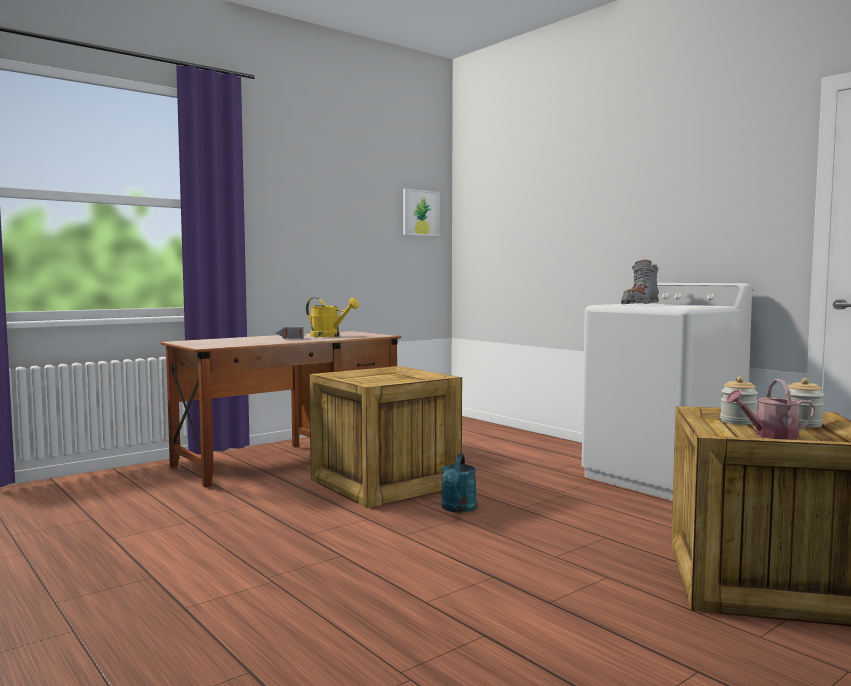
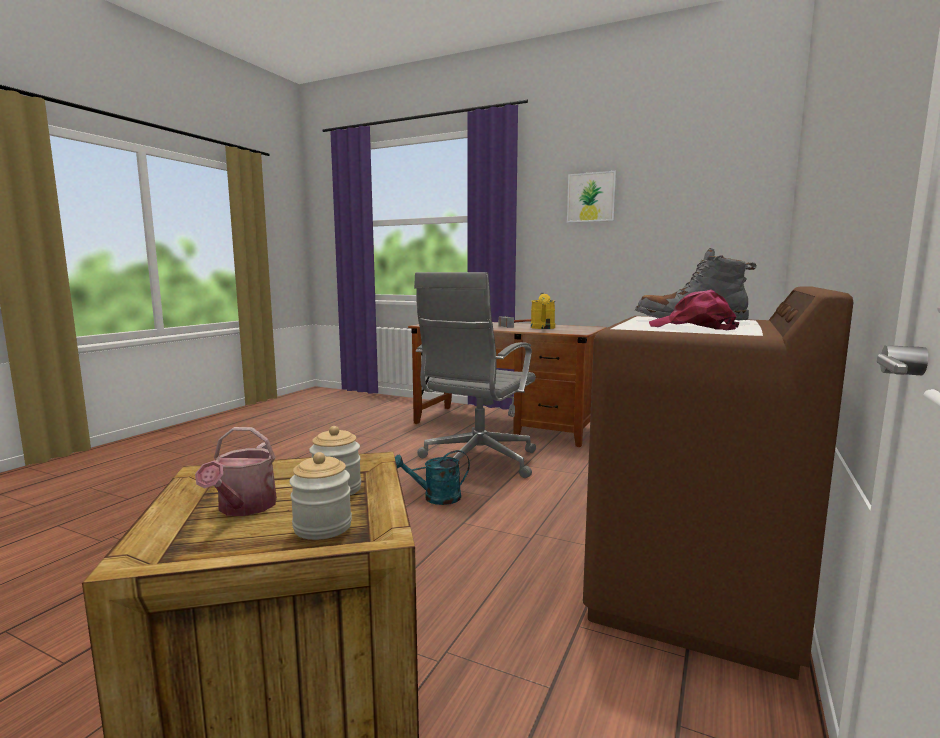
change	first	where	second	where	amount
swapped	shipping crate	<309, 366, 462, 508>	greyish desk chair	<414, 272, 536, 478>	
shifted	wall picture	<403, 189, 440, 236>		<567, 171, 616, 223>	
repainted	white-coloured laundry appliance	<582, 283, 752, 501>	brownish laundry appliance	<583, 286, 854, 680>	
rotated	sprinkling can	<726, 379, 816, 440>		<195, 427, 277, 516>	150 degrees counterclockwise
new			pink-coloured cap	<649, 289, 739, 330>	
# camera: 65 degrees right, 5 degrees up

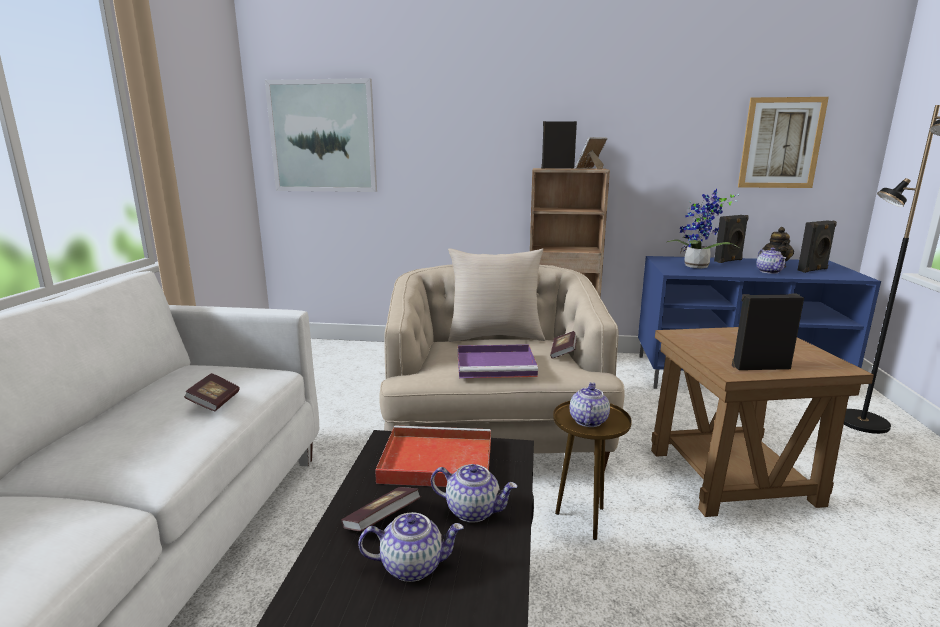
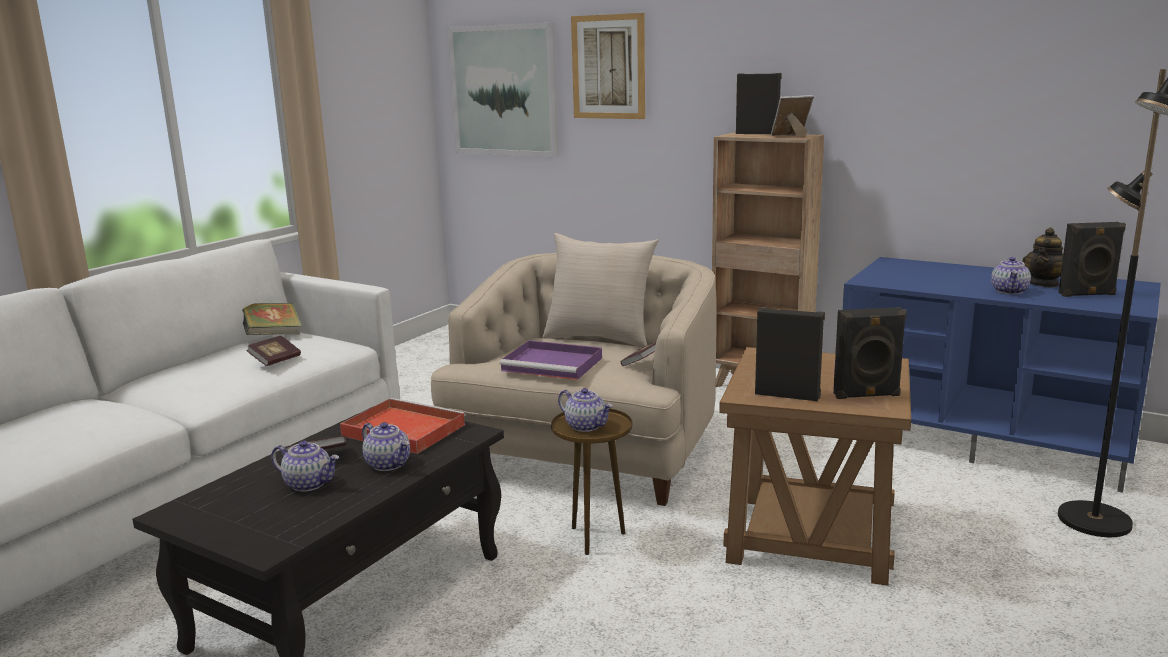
change	first	where	second	where	amount
rotated	pot for tea	<570, 382, 610, 427>		<558, 388, 613, 432>	90 degrees clockwise
gone	plant in a pot	<667, 189, 741, 268>			
shifted	black loudspeaker	<714, 215, 748, 263>		<833, 307, 907, 399>	
shifted	wall picture	<738, 97, 829, 188>		<571, 13, 645, 119>	
new			volume	<242, 303, 302, 335>	
# camera: 25 degrees right, 0 degrees up

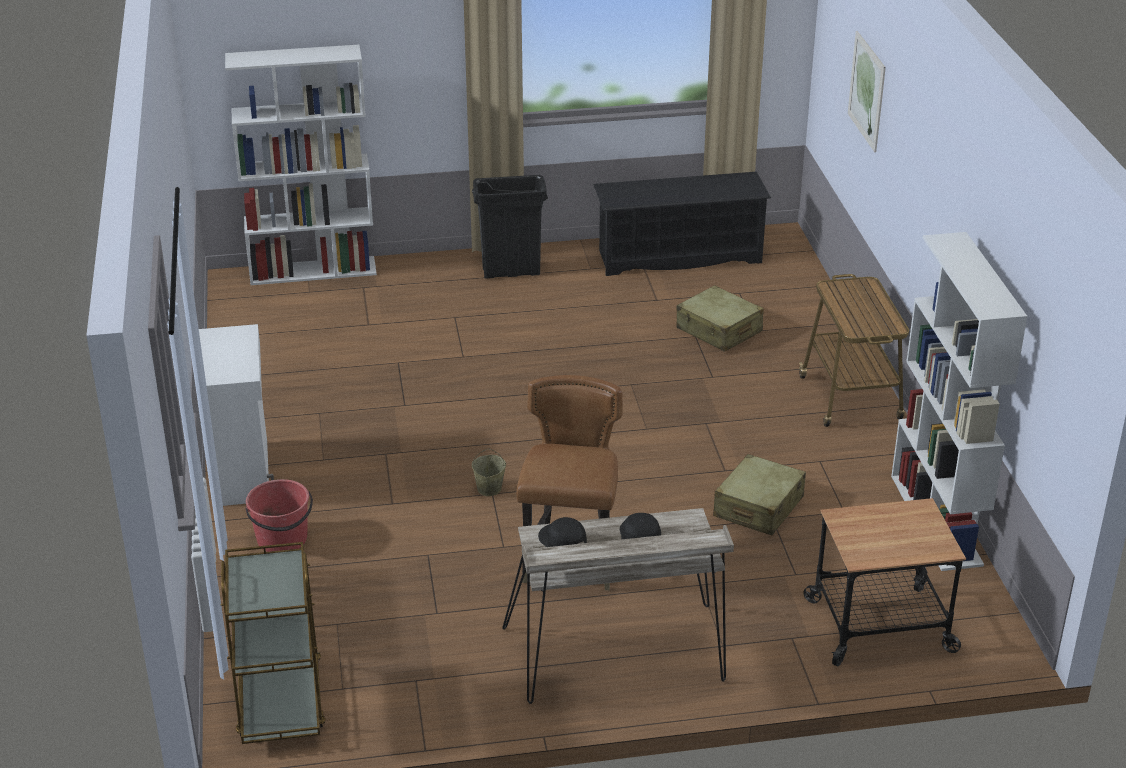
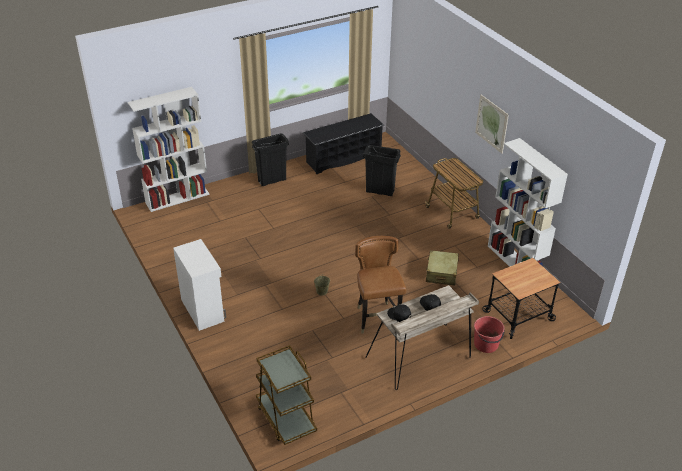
change	first	where	second	where	amount
shifted	reddish water bucket	<245, 479, 313, 552>		<474, 316, 504, 353>	
swapped	beige-coloured piece of luggage	<676, 285, 764, 352>	black waste bin	<363, 145, 401, 196>	
shifted	wall picture	<848, 31, 886, 152>		<475, 95, 509, 154>	
# camera: 20 degrees left, 5 degrees up

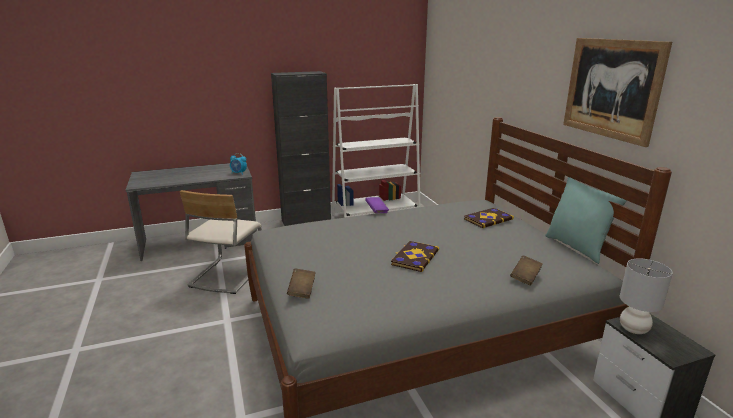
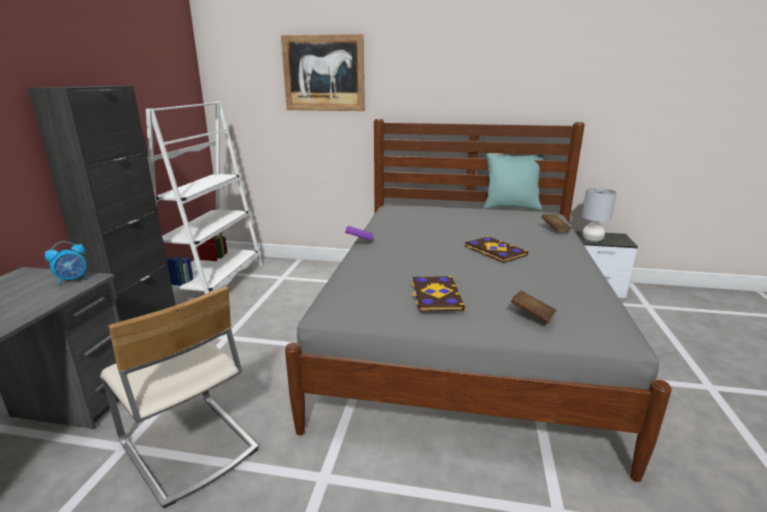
change	first	where	second	where	amount
shifted	volume	<464, 208, 514, 228>		<409, 276, 466, 312>	
shifted	wall picture	<563, 38, 672, 147>		<281, 34, 365, 111>	
# camera: 60 degrees left, 0 degrees up

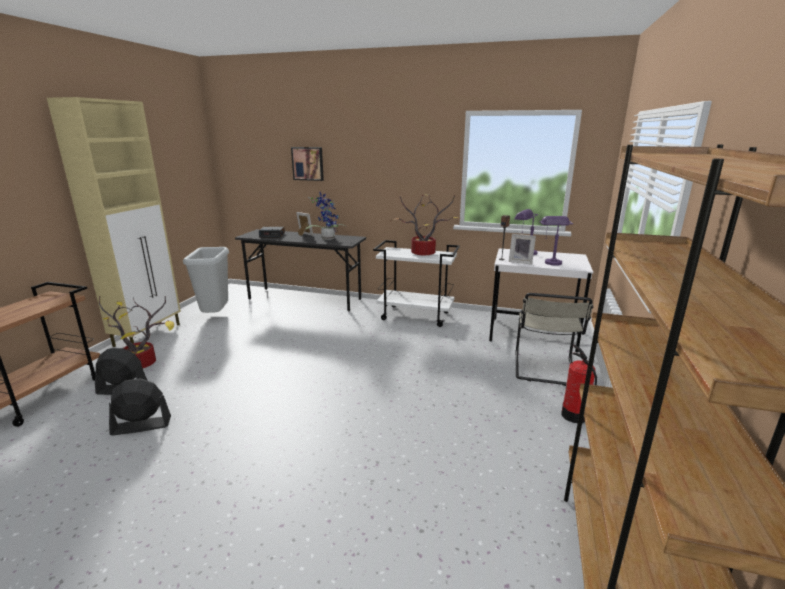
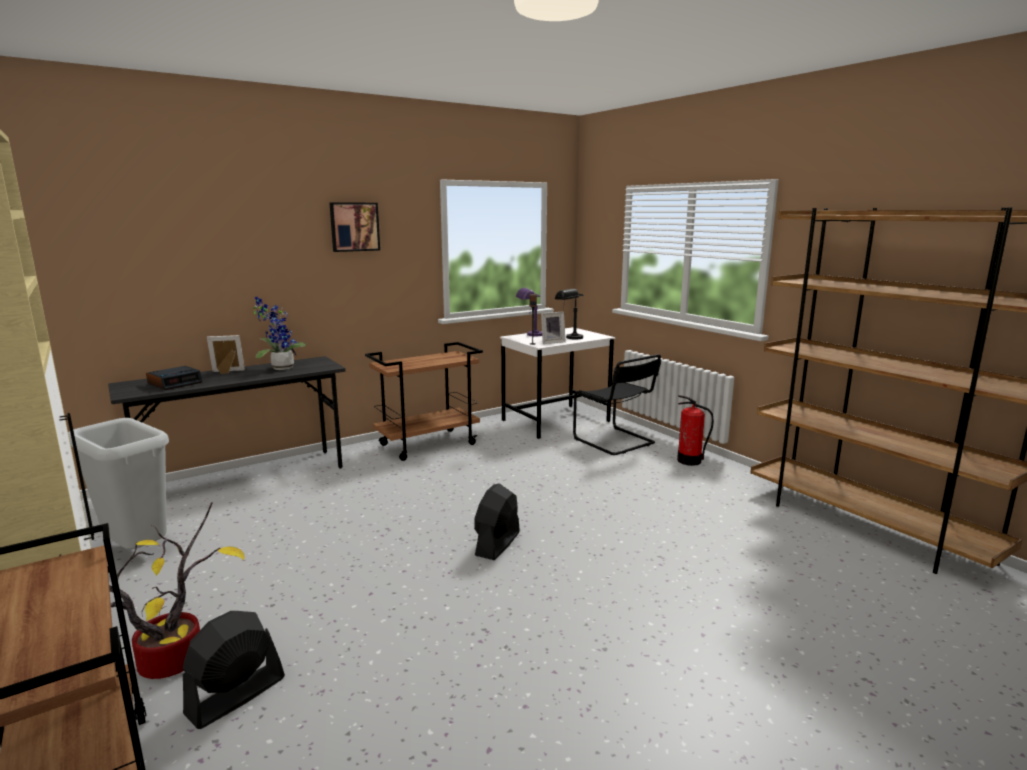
change	first	where	second	where	amount
shifted	black cooling fan	<109, 378, 171, 435>		<474, 483, 520, 560>	
shifted	wall picture	<291, 147, 324, 181>		<329, 202, 380, 252>	
repainted	white-coloured wheeled cart	<373, 240, 460, 327>	brownish wheeled cart	<365, 342, 483, 461>	
gone	plant in a pot	<390, 195, 460, 255>			
repainted	beige-coloured plain chair	<515, 293, 593, 386>	black plain chair	<573, 354, 661, 455>	
repainted	purple-coloured lamp for a table	<540, 216, 573, 266>	black lamp for a table	<555, 289, 584, 339>	
# camera: 50 degrees left, 5 degrees down

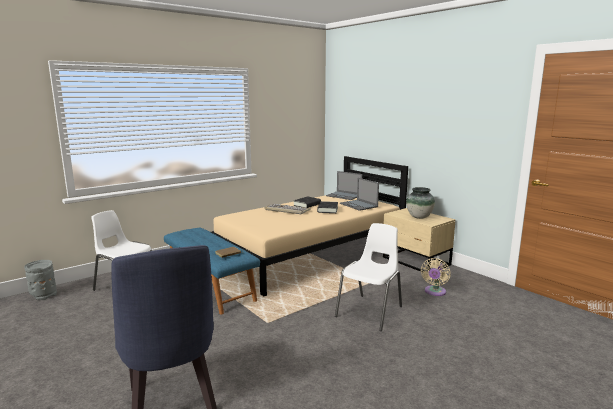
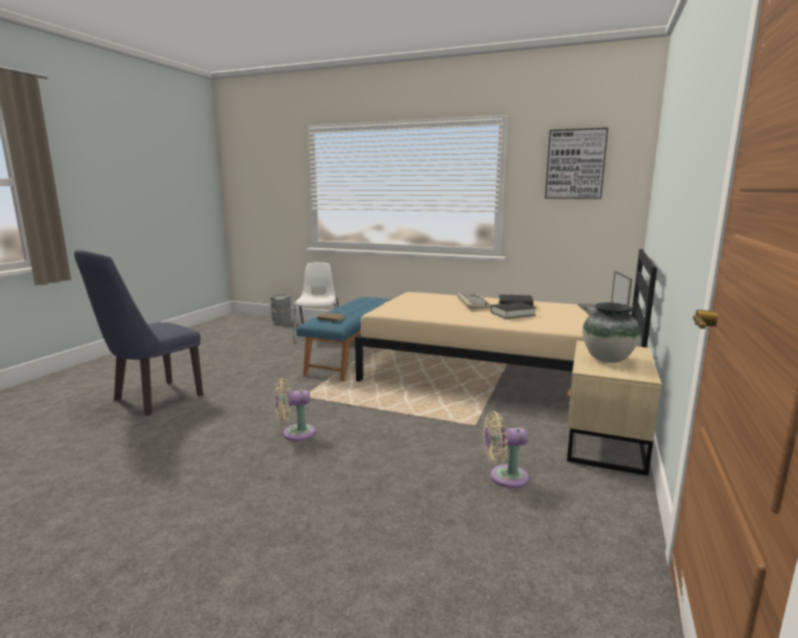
change	first	where	second	where	amount
gone	white-coloured plain chair	<335, 223, 402, 331>			
gone	notebook computer	<340, 178, 379, 211>			
new			beige-coloured cooling fan	<275, 377, 315, 441>	
new			wall picture	<545, 128, 608, 199>	
# camera: 60 degrees right, 0 degrees up

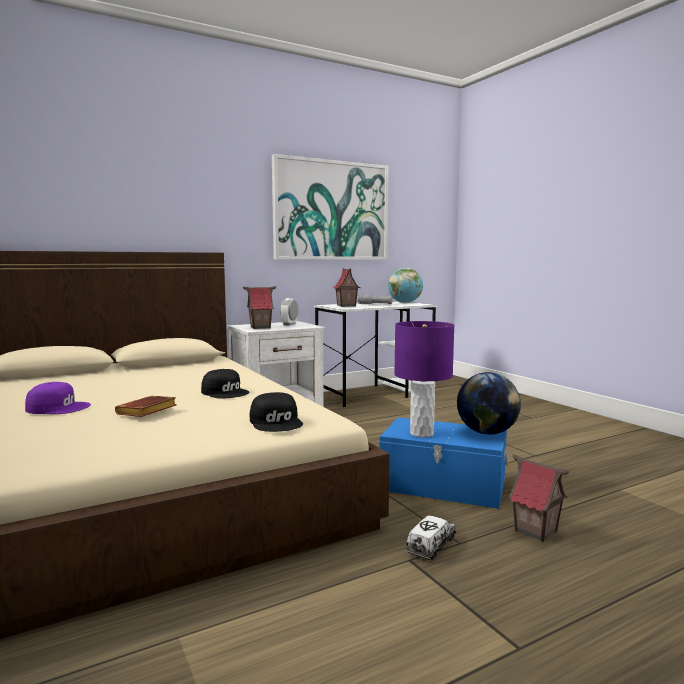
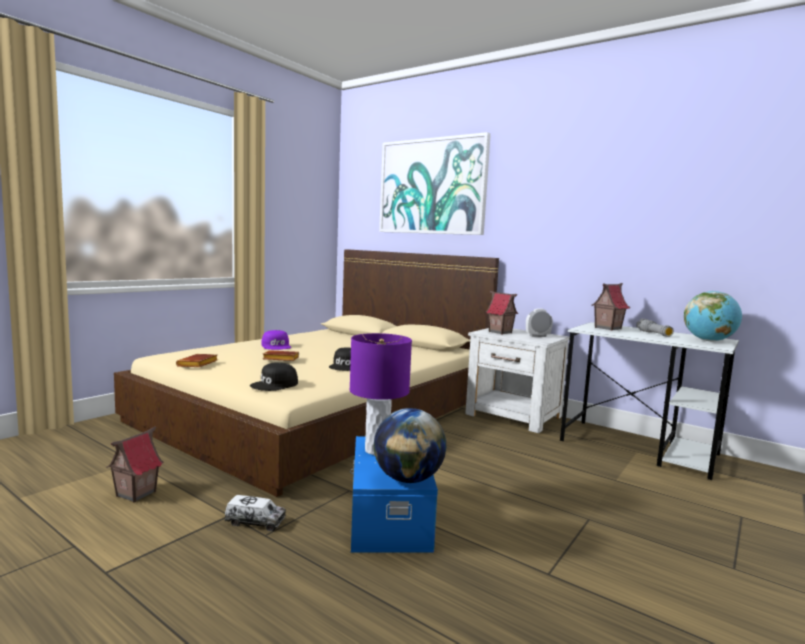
change	first	where	second	where	amount
shifted	wall picture	<272, 154, 389, 260>		<379, 132, 491, 235>	
shifted	miniature house	<508, 454, 569, 542>		<106, 426, 164, 503>	
new			brownish volume	<176, 354, 218, 367>	
# camera: 65 degrees right, 0 degrees up

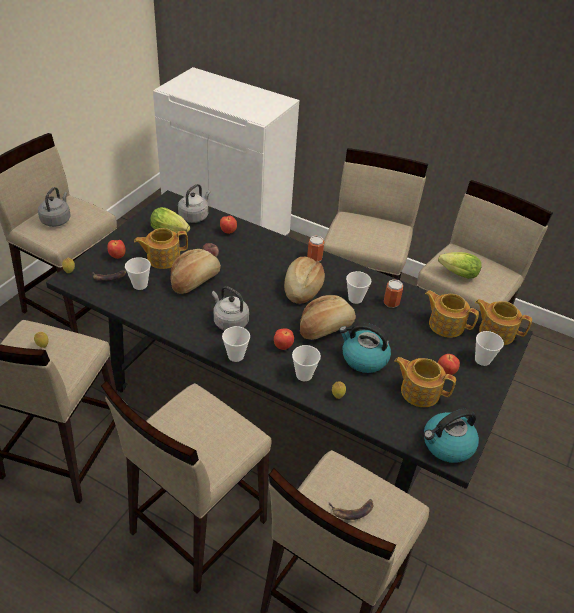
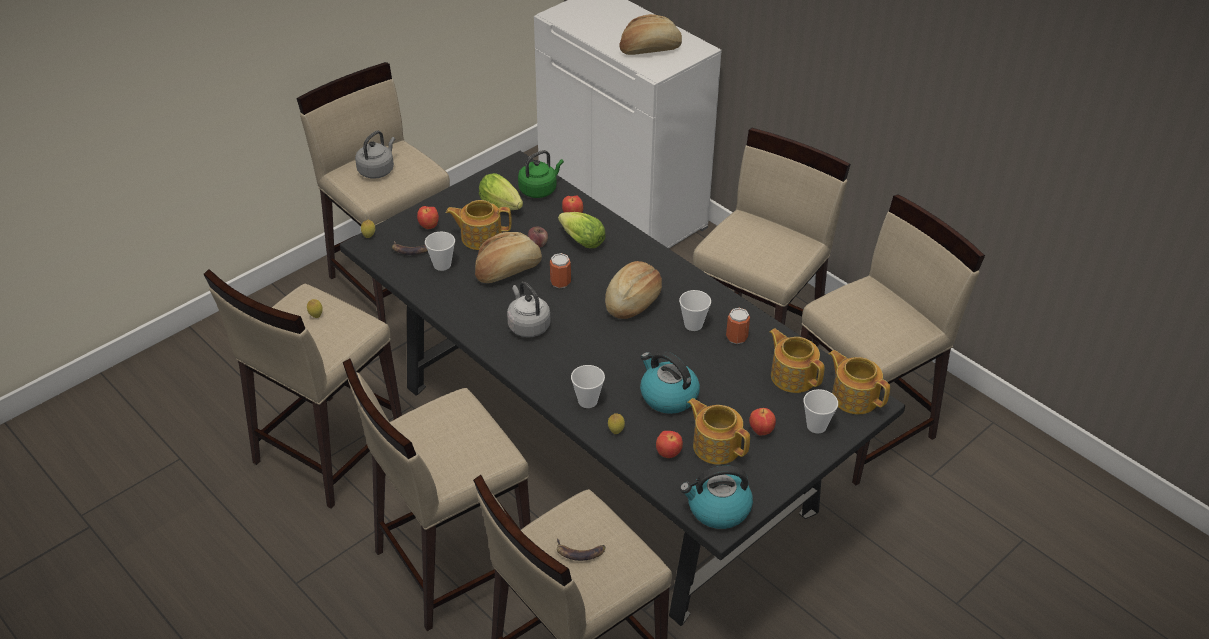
change	first	where	second	where	amount
repainted	greyish water kettle	<178, 184, 210, 223>	greenish water kettle	<518, 150, 564, 198>	
gone	cup	<222, 326, 250, 362>			
shifted	whole apple	<274, 329, 294, 350>		<656, 431, 683, 458>	
shifted	bread	<300, 295, 356, 340>		<619, 14, 682, 55>	
shifted	can	<307, 235, 324, 262>		<550, 253, 571, 288>	
shifted	lettuce	<438, 252, 482, 279>		<558, 212, 606, 248>	
# camera: 20 degrees right, 0 degrees up

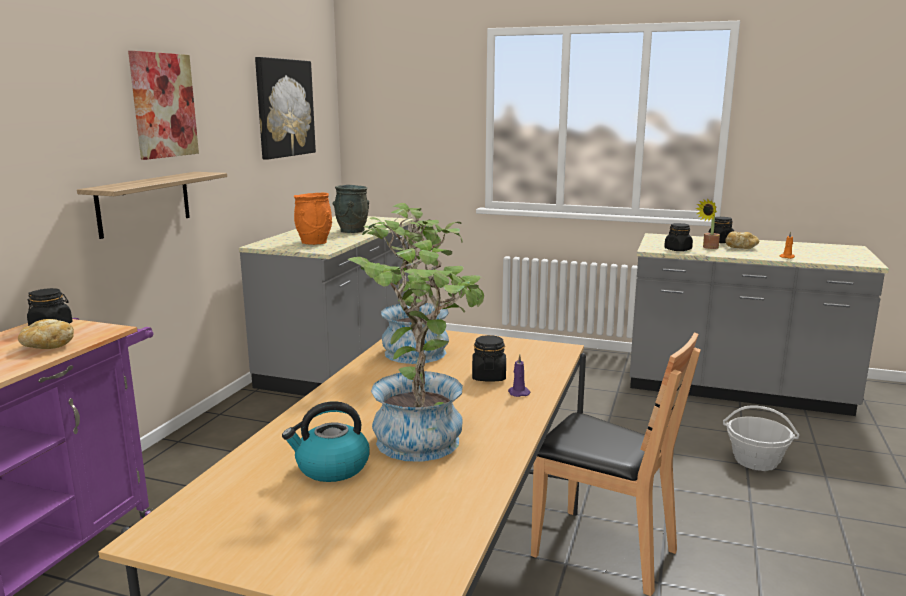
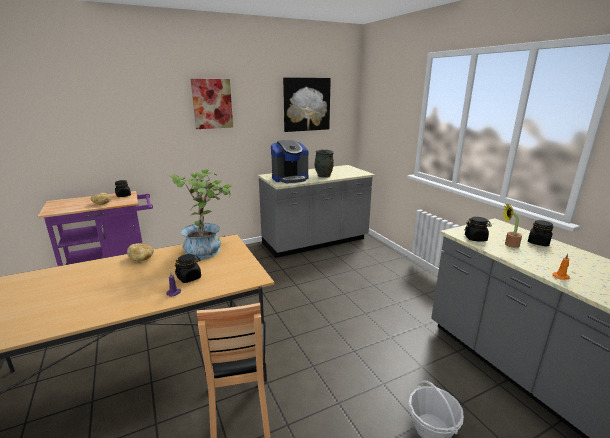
change	first	where	second	where	amount
gone	shelf	<77, 172, 227, 239>			
gone	water kettle	<282, 401, 370, 482>			
swapped	orange-coloured vase	<294, 193, 332, 245>	coffee brewer	<271, 140, 309, 183>	
gone	plant in a pot	<348, 240, 484, 462>			
shifted	bread	<725, 232, 759, 249>		<127, 243, 154, 262>	
# camera: 45 degrees right, 5 degrees up

